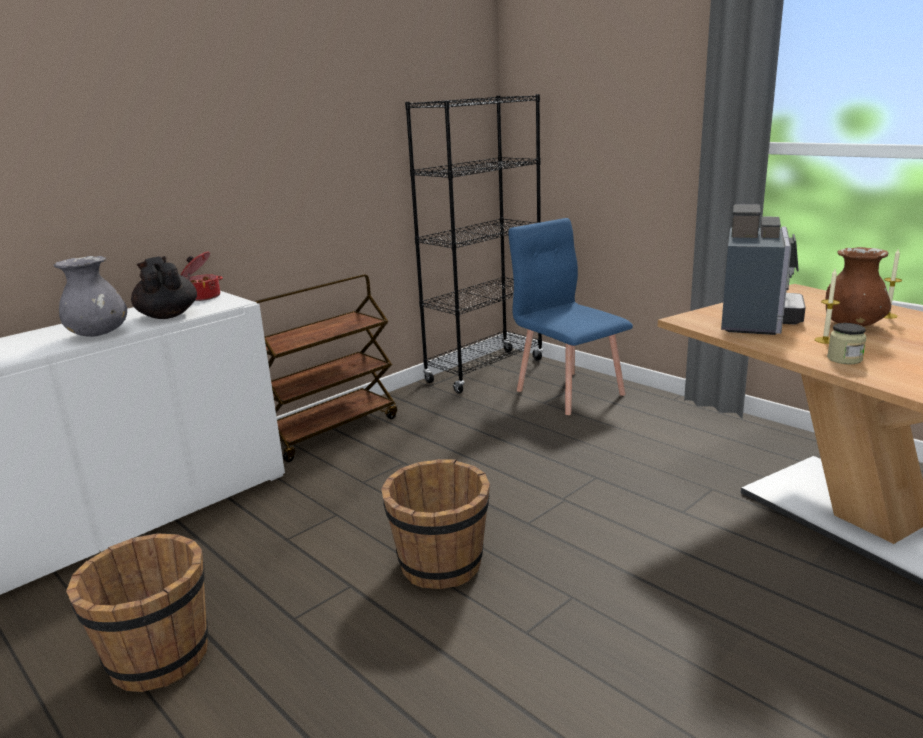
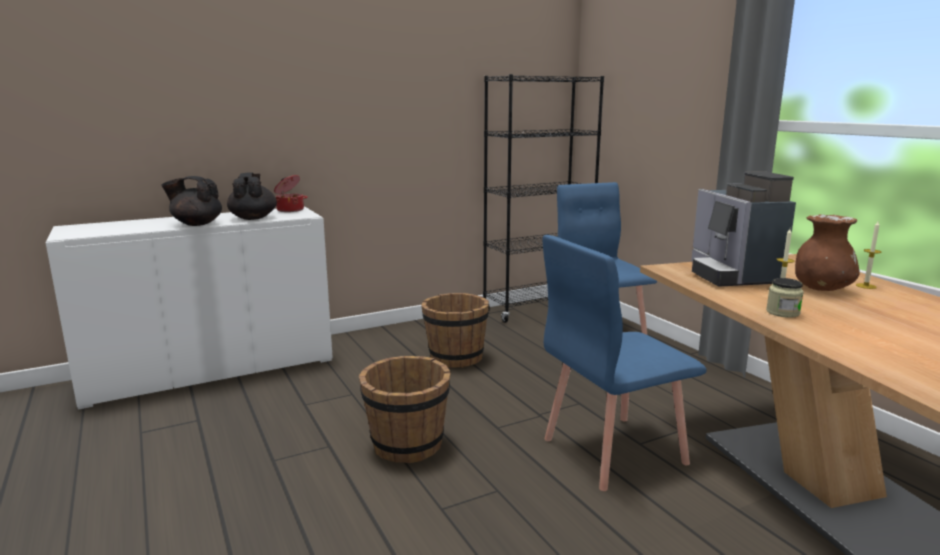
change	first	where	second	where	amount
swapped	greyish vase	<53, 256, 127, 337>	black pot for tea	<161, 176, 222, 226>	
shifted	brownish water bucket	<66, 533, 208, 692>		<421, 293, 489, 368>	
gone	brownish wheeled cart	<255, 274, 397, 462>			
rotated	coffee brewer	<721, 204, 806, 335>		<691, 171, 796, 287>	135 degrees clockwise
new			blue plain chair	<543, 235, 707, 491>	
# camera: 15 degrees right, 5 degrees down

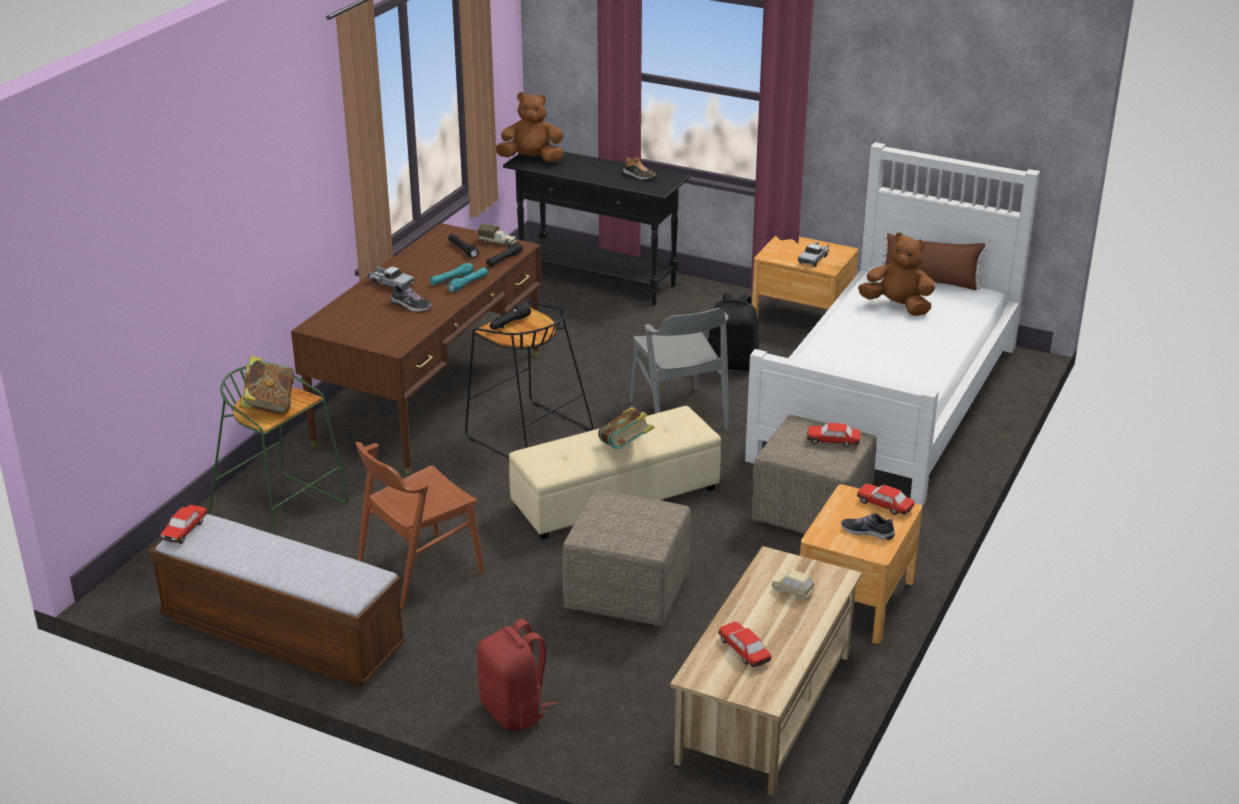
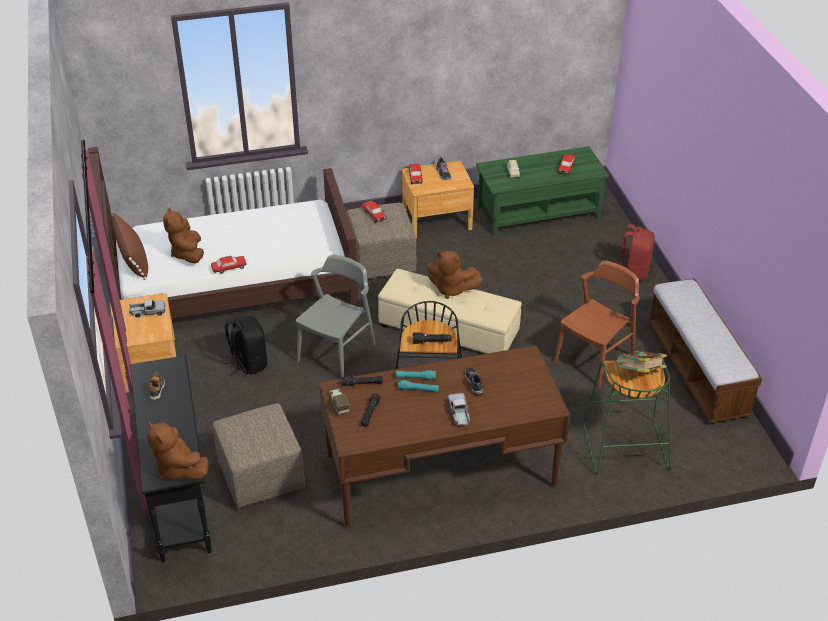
change	first	where	second	where	amount
shifted	model car	<160, 505, 207, 544>		<211, 256, 247, 273>	
rotated	brownish plain chair	<355, 442, 484, 609>		<554, 261, 639, 388>	60 degrees counterclockwise
shifted	beige-coloured footrest	<563, 491, 691, 627>		<212, 403, 305, 508>	
swapped	volume	<598, 407, 655, 449>	brownish cuddly toy	<426, 251, 483, 299>	
repainted	beige-coloured low table	<670, 546, 862, 796>	greenish low table	<476, 146, 609, 236>	
repainted	white-coloured bed	<745, 142, 1040, 507>	brownish bed	<88, 147, 359, 318>	
# camera: 130 degrees left, 10 degrees up

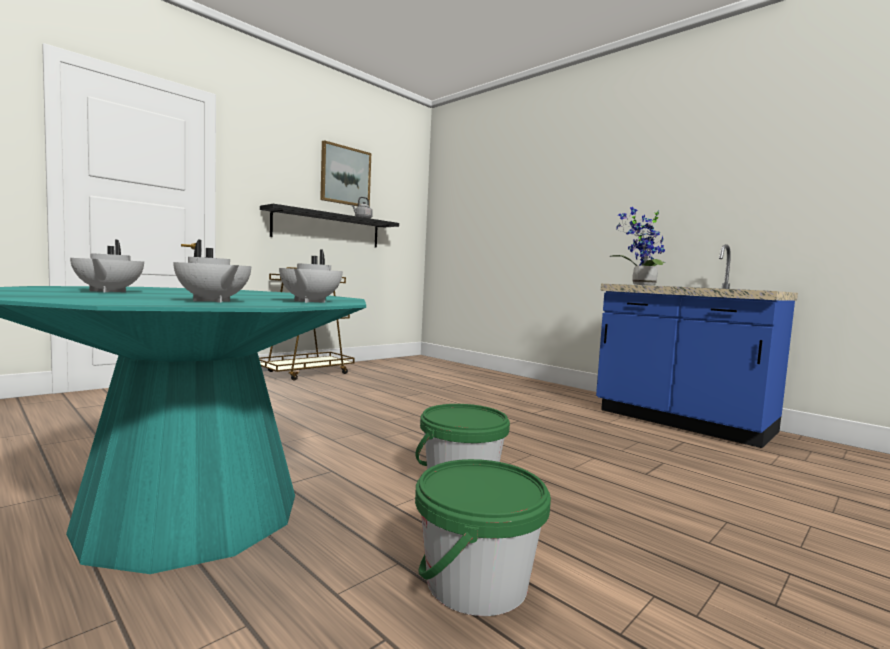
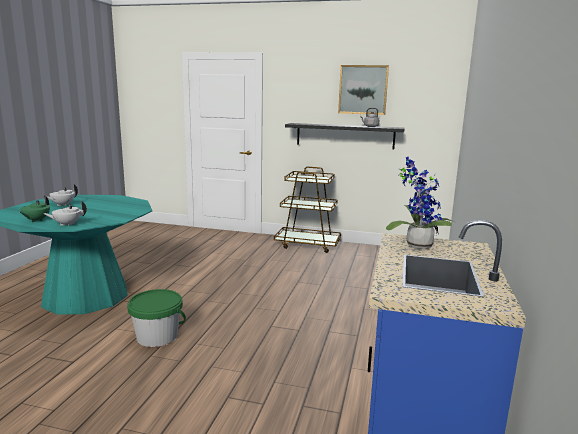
change	first	where	second	where	amount
repainted	white-coloured pot for tea	<173, 239, 251, 303>	greenish pot for tea	<19, 196, 50, 222>	
gone	greenish water bucket	<415, 459, 551, 616>			
# camera: 60 degrees right, 10 degrees up

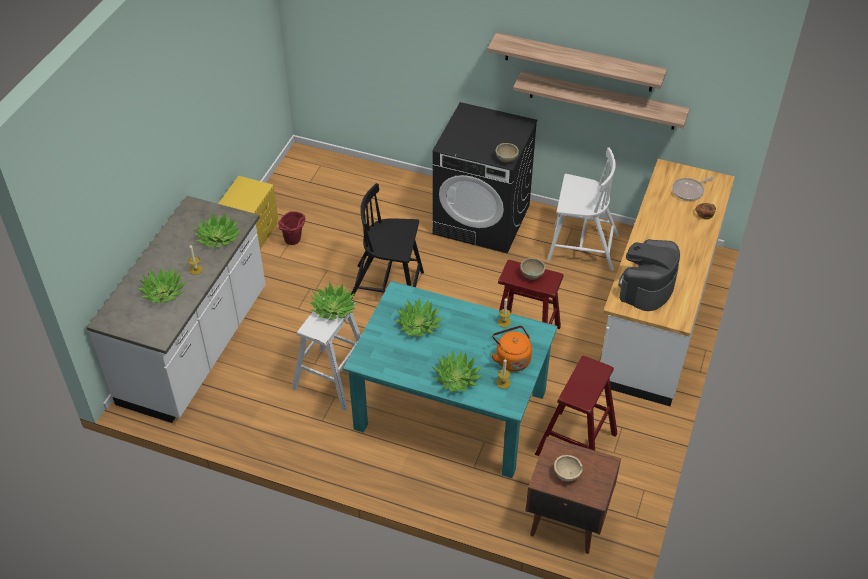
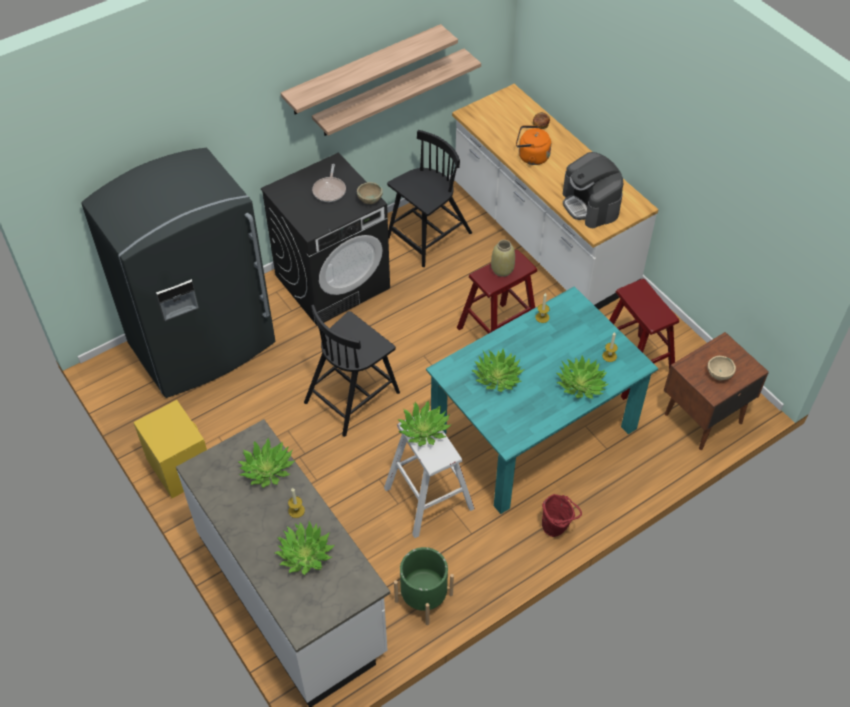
change	first	where	second	where	amount
shifted	reddish water bucket	<278, 211, 305, 245>		<542, 494, 582, 537>	
shifted	orange-coloured water kettle	<491, 326, 532, 372>		<516, 125, 551, 165>	
swapped	beige-coloured deep dish	<520, 258, 546, 280>	beige-coloured vase	<491, 240, 515, 277>	
repainted	white-coloured plain chair	<547, 148, 619, 271>	black plain chair	<387, 130, 472, 267>	
shifted	frying pan	<672, 176, 715, 201>		<312, 164, 346, 202>	
new			greyish refrigerator	<81, 148, 275, 398>	
new			greenish flower pot	<394, 547, 454, 625>	
# camera: 55 degrees left, 5 degrees up

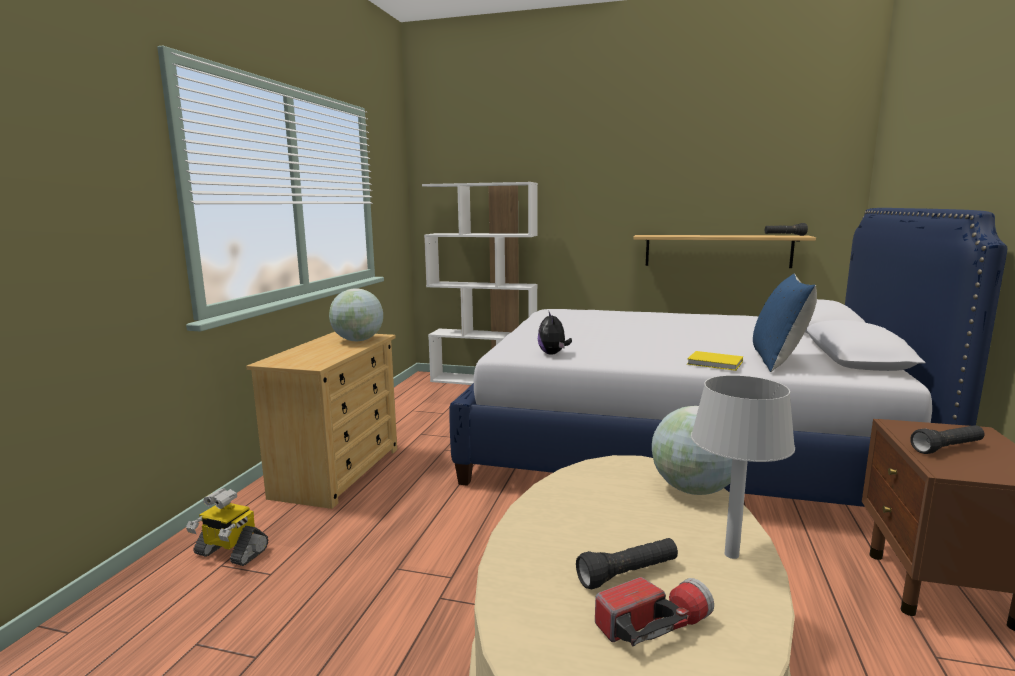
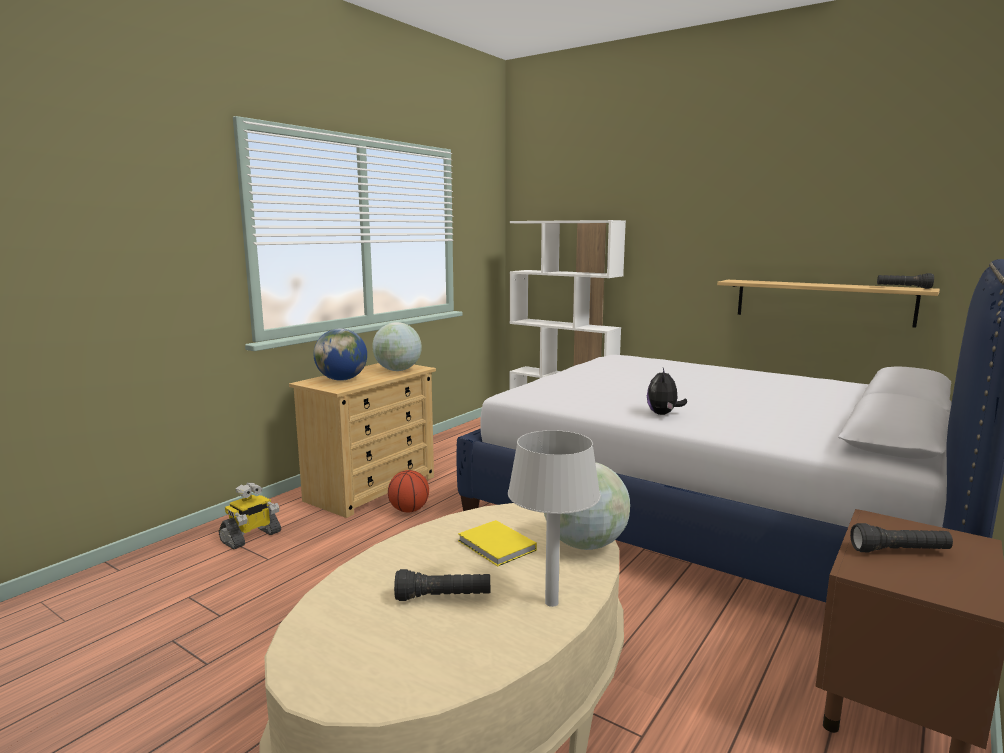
change	first	where	second	where	amount
rotated	robot figure	<186, 488, 268, 566>		<219, 483, 281, 549>	90 degrees counterclockwise
shifted	cuddly toy	<538, 312, 572, 354>		<647, 368, 687, 415>	
gone	torch	<595, 577, 714, 647>			
shifted	yellow volume	<687, 351, 743, 371>		<458, 520, 537, 566>	
gone	blue cushion	<753, 274, 817, 372>			
new			desk globe	<314, 328, 367, 381>	
new			basketball	<388, 470, 429, 513>	
# camera: 20 degrees right, 0 degrees up

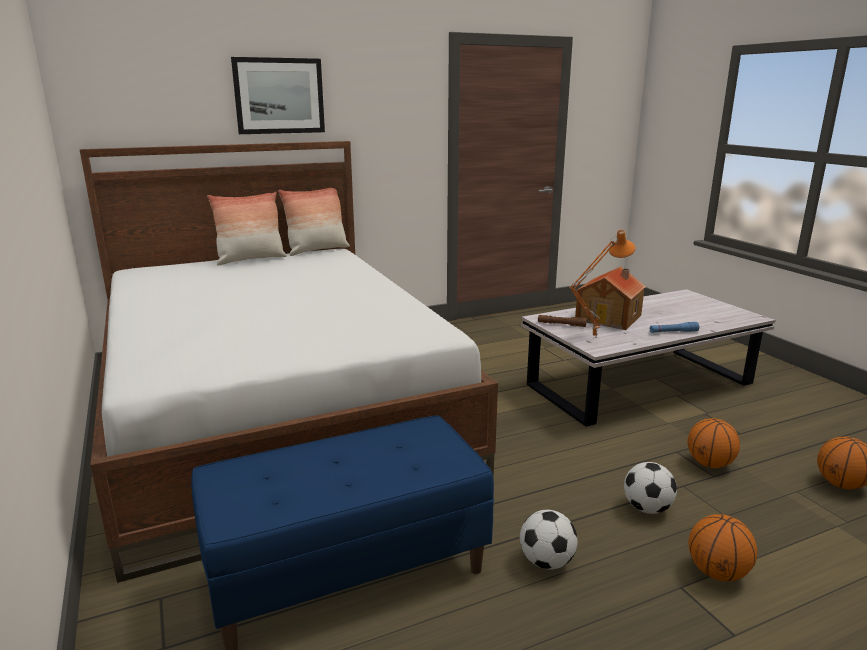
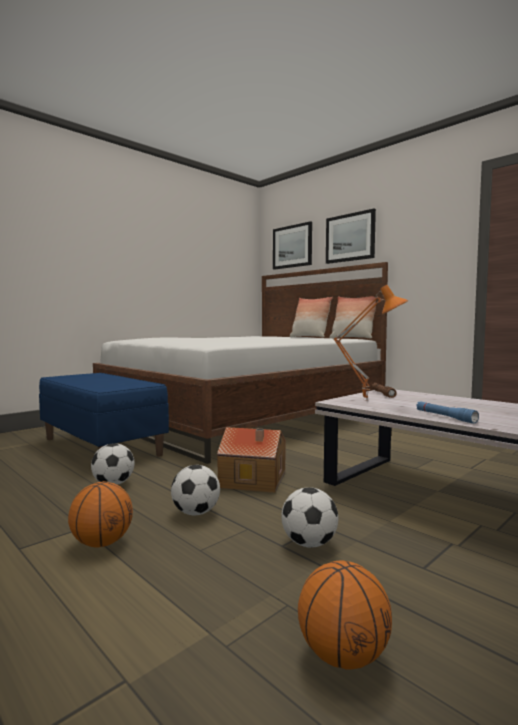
change	first	where	second	where	amount
shifted	miniature house	<575, 266, 646, 330>		<217, 427, 286, 493>	
swapped	basketball	<687, 418, 740, 468>	football	<281, 487, 339, 548>	
new			wall picture	<273, 221, 312, 270>	
# camera: 70 degrees right, 15 degrees down

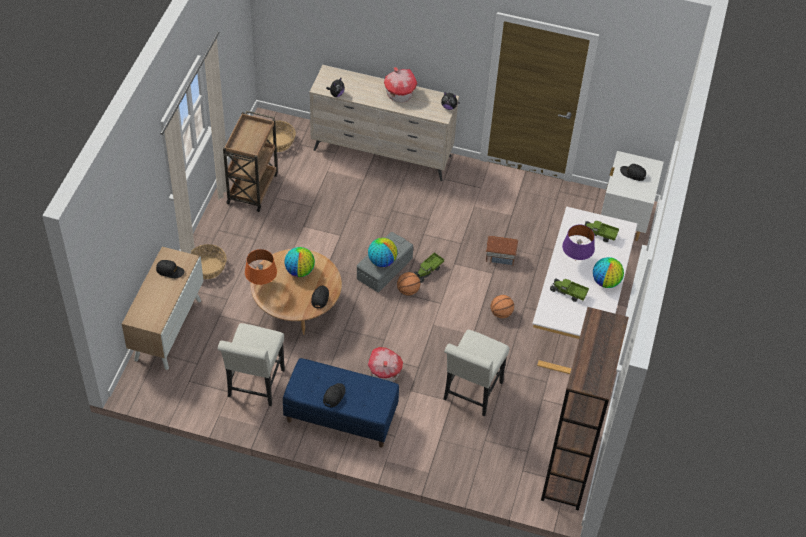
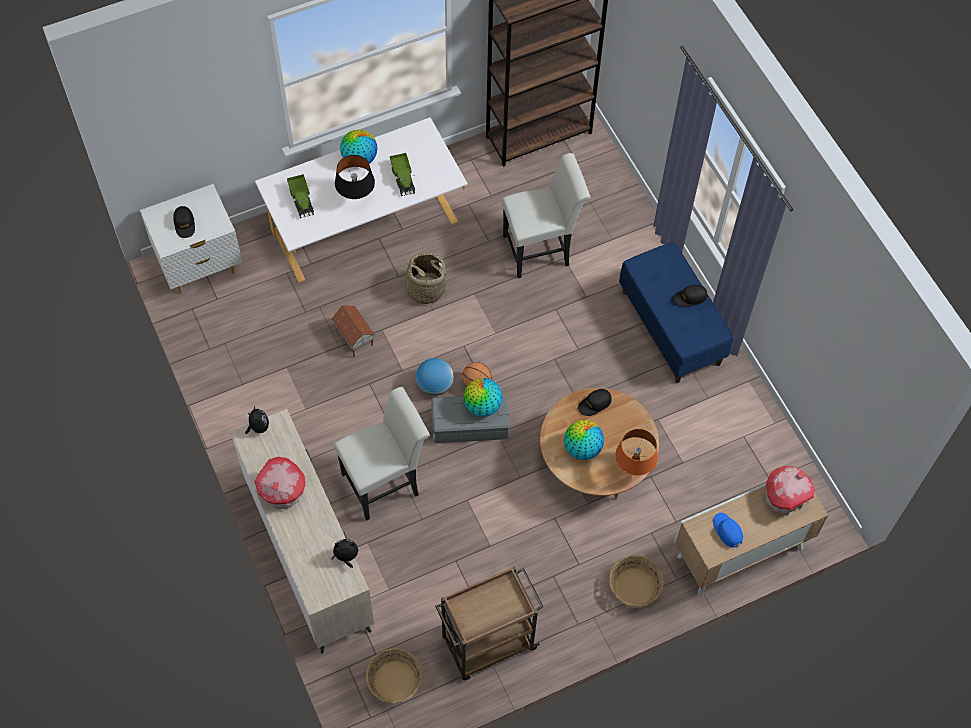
change	first	where	second	where	amount
repainted	black cap	<156, 260, 185, 278>	blue cap	<713, 513, 743, 548>	
shifted	white-coloured plain chair	<217, 323, 285, 406>		<333, 387, 430, 521>	
shifted	miniature house	<368, 347, 403, 382>		<766, 466, 815, 515>	
swapped	toy lorry	<414, 252, 444, 283>	desk globe	<416, 358, 454, 396>	
swapped	basketball	<491, 295, 514, 318>	household basket	<397, 252, 451, 304>	
repainted	purple-coloured lamp for a table	<562, 225, 595, 260>	black lamp for a table	<335, 155, 375, 199>	
# camera: 130 degrees left, 10 degrees up

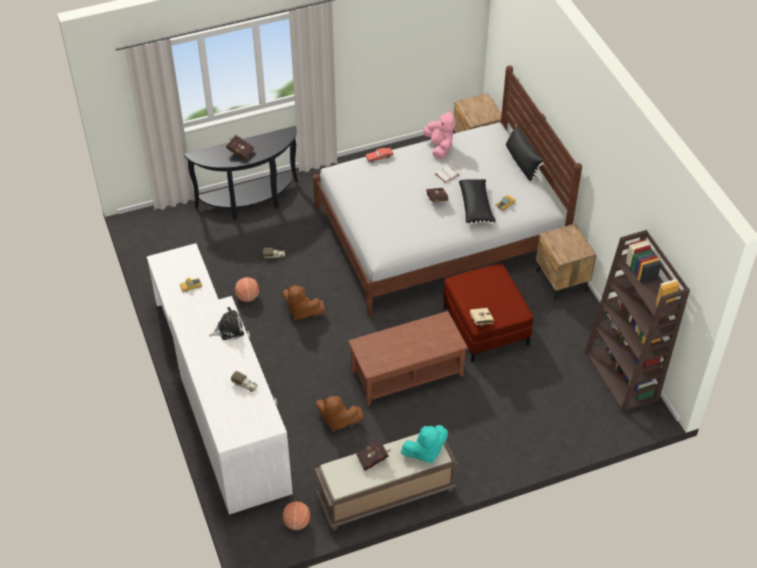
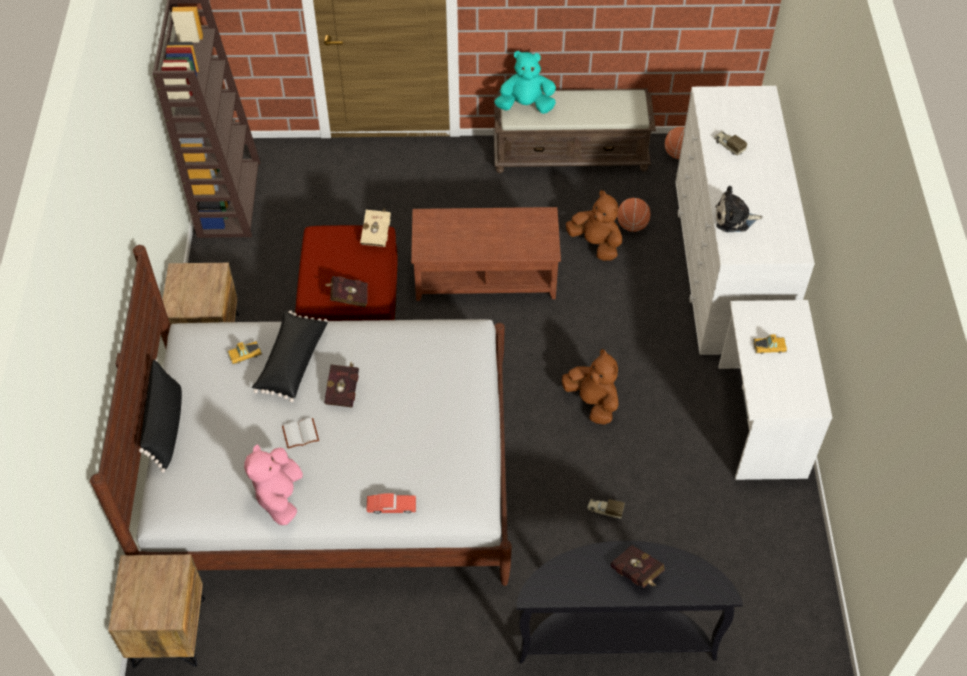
change	first	where	second	where	amount
shifted	basketball	<235, 277, 259, 302>		<617, 198, 650, 232>	
shifted	reddish volume	<356, 440, 391, 471>		<324, 276, 368, 307>	
# camera: 160 degrees left, 5 degrees up

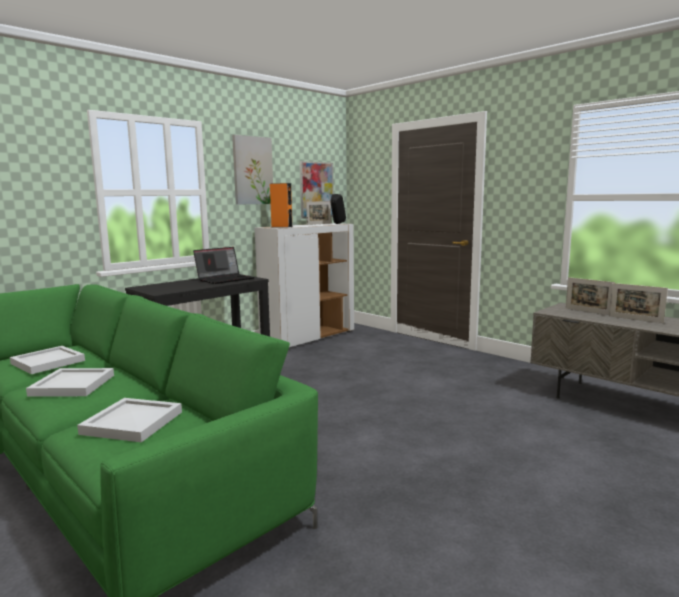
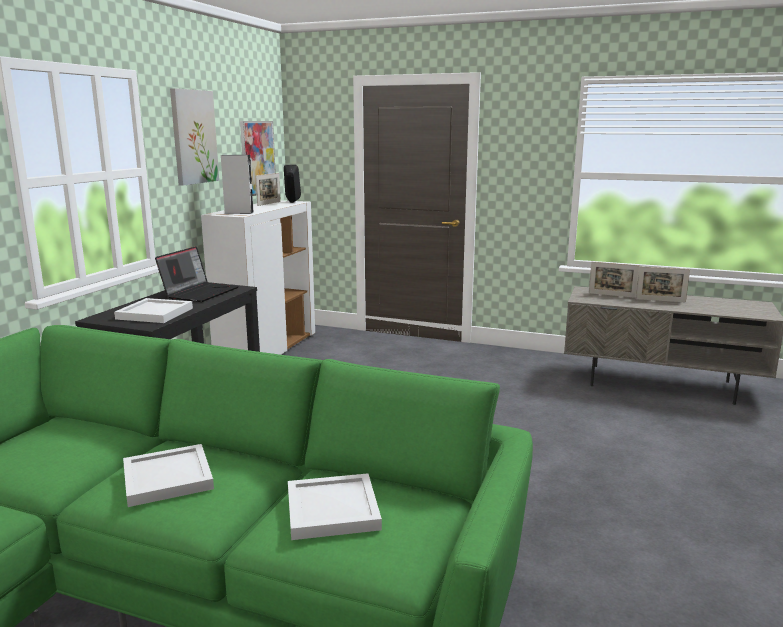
change	first	where	second	where	amount
shifted	white-coloured tray	<10, 346, 85, 374>		<114, 298, 193, 323>	
repainted	orange-coloured loudspeaker	<270, 183, 292, 227>	greyish loudspeaker	<221, 155, 254, 214>	
# camera: 25 degrees left, 5 degrees up

